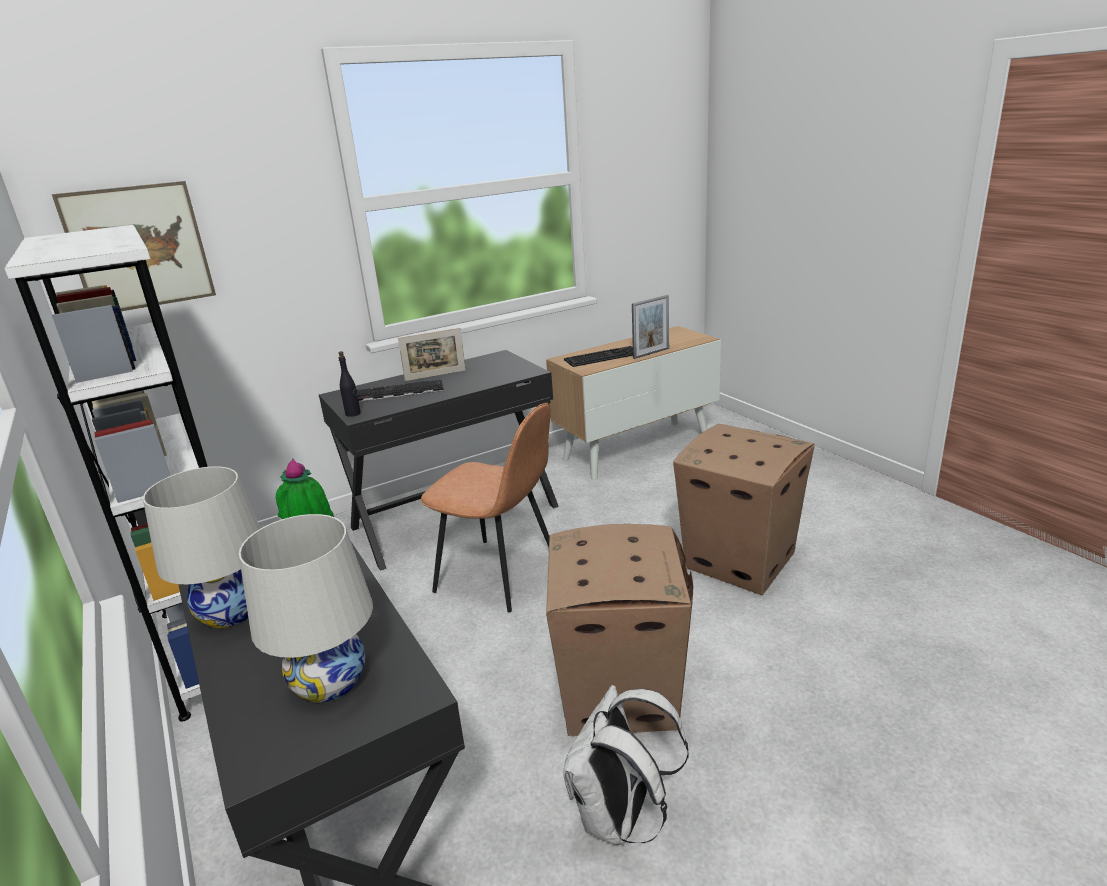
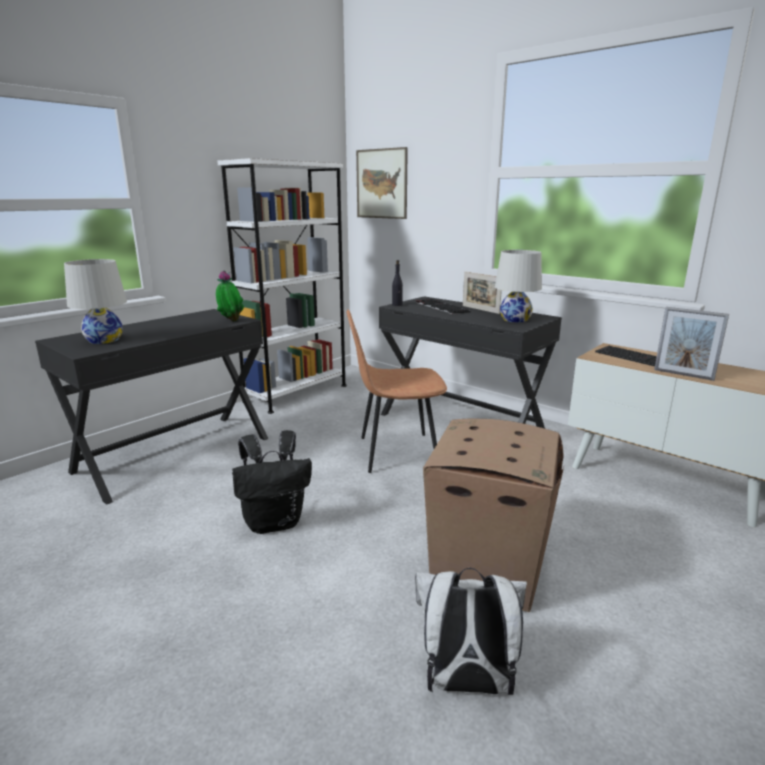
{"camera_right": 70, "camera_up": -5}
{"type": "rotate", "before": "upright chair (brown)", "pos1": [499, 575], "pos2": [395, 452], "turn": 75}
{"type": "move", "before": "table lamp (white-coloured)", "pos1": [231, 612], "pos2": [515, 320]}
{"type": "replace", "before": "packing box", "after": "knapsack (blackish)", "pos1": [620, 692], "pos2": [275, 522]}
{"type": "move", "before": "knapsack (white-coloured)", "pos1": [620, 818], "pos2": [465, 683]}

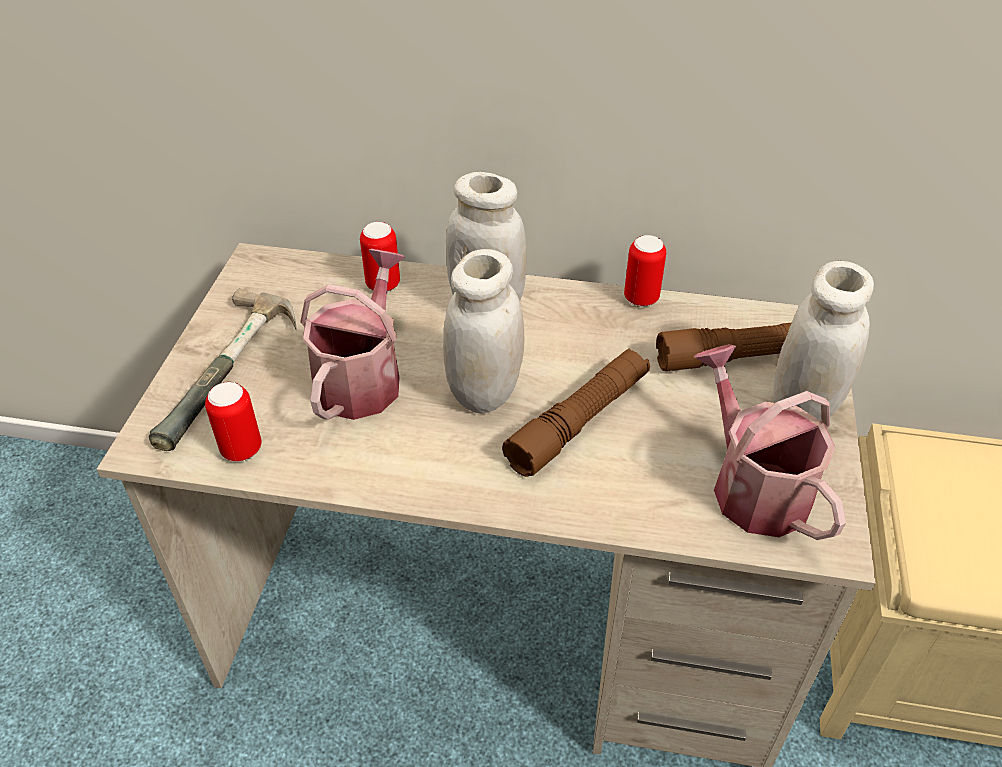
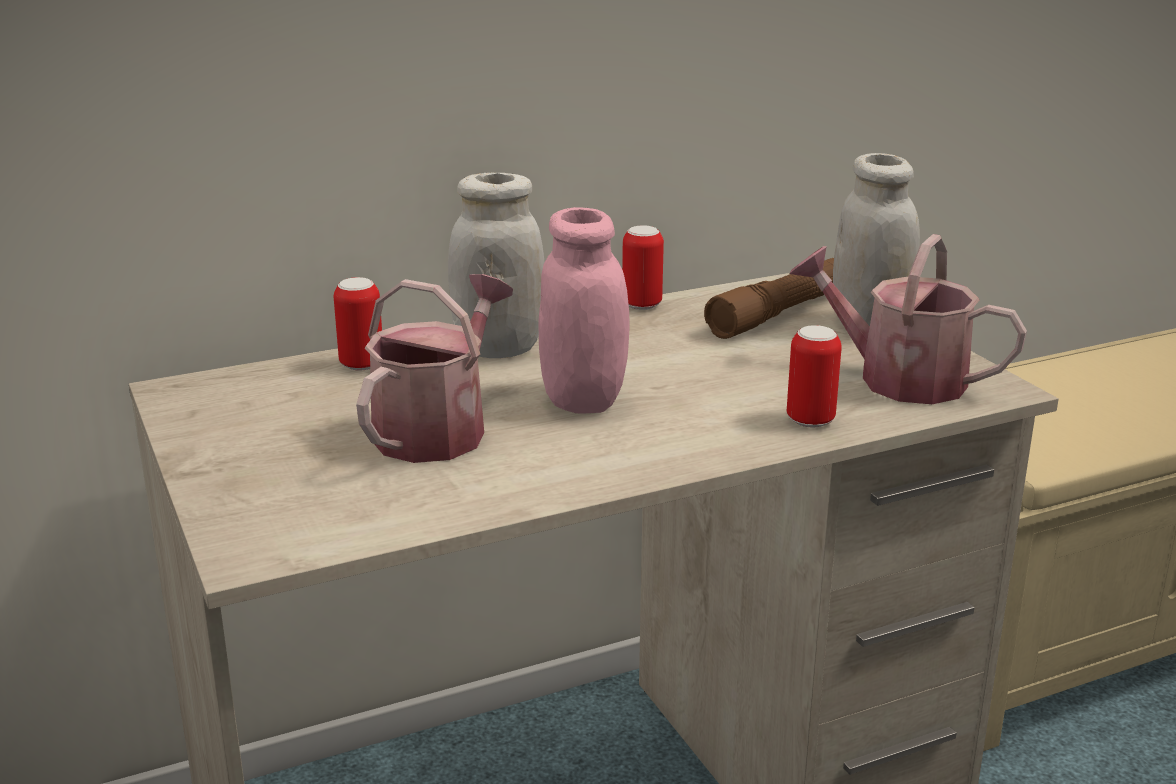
{"camera_right": -35, "camera_up": -20}
{"type": "rotate", "before": "sprinkling can", "pos1": [362, 377], "pos2": [438, 429], "turn": 45}
{"type": "recolor", "before": "preserve jar (white-coloured)", "after": "preserve jar (pink-coloured)", "pos1": [485, 392], "pos2": [583, 400]}
{"type": "delete", "before": "hand hammer", "pos1": [234, 373]}
{"type": "delete", "before": "flashlight (brown)", "pos1": [579, 421]}
{"type": "move", "before": "sealed can", "pos1": [241, 449], "pos2": [810, 420]}

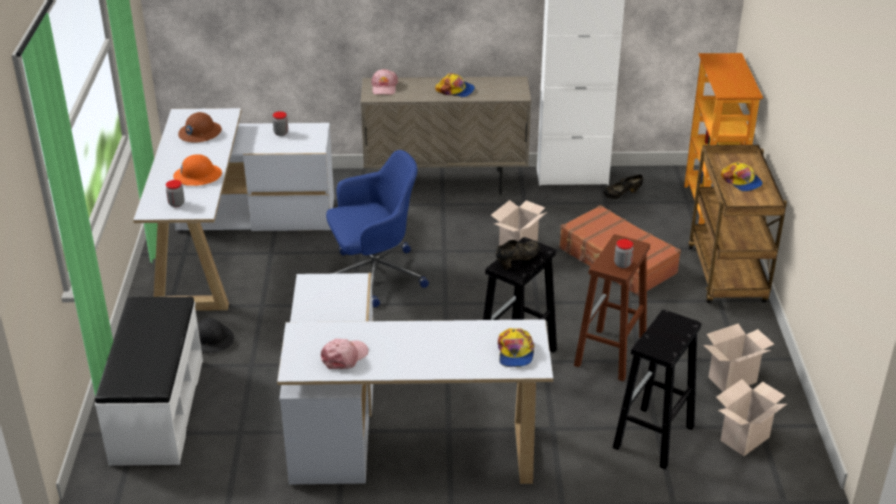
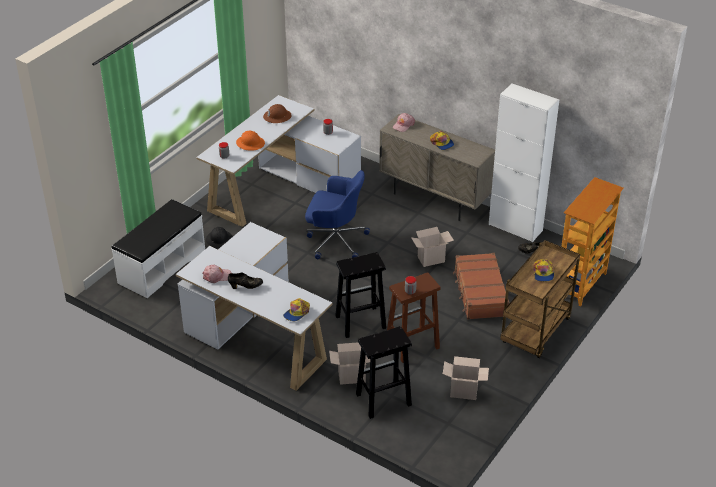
{"camera_right": 35, "camera_up": 5}
{"type": "move", "before": "low shoe (blackish)", "pos1": [518, 260], "pos2": [245, 286]}
{"type": "move", "before": "packing box", "pos1": [744, 437], "pos2": [352, 376]}

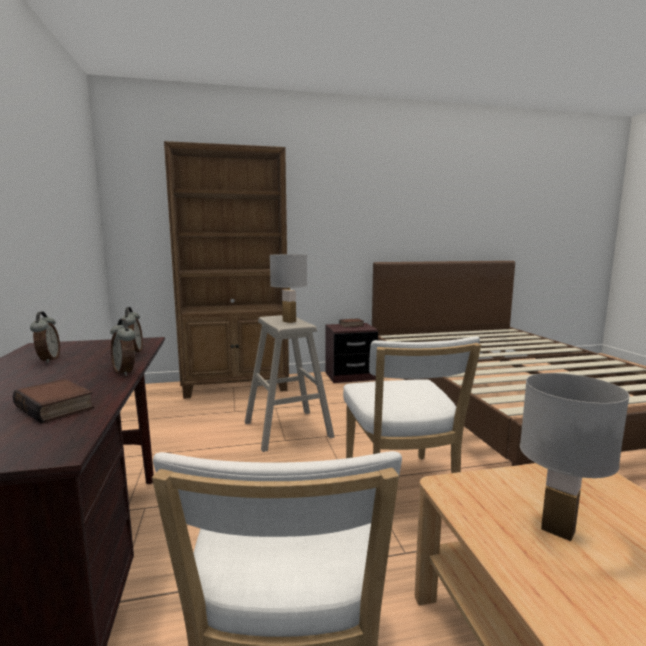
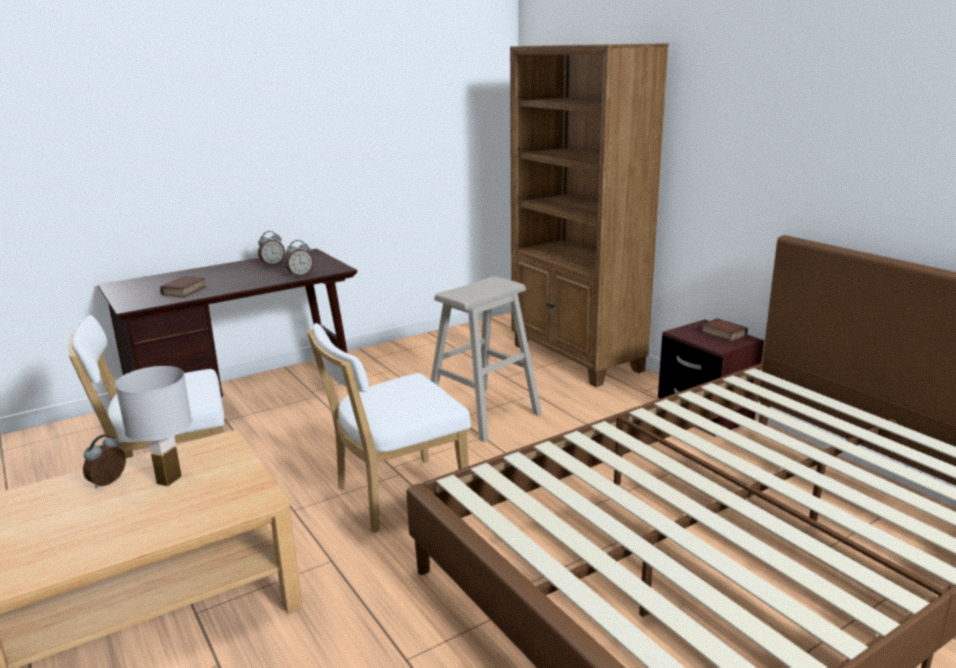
{"camera_right": 70, "camera_up": 10}
{"type": "delete", "before": "table lamp (white-coloured)", "pos1": [289, 321]}
{"type": "move", "before": "alarm clock", "pos1": [125, 372], "pos2": [109, 483]}

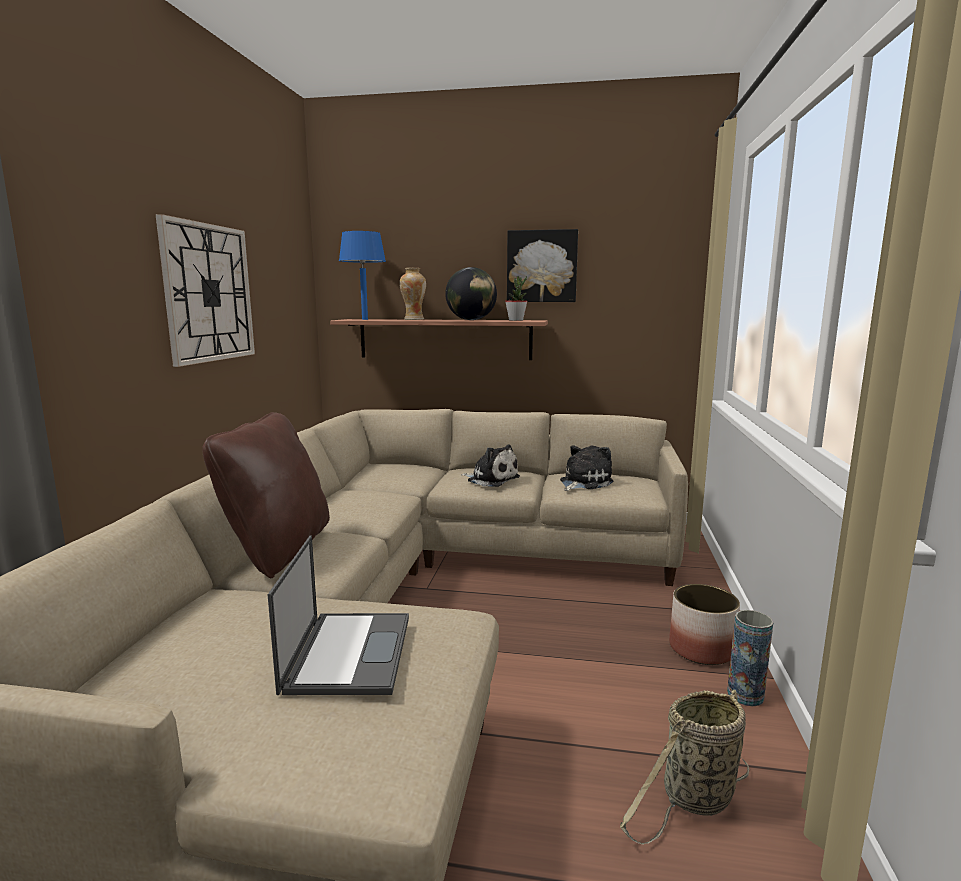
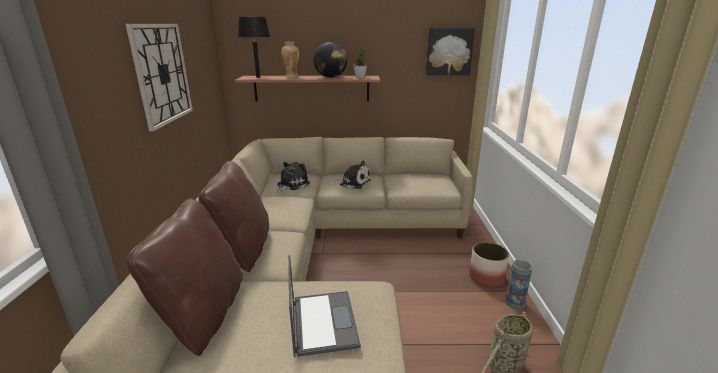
{"camera_right": -10, "camera_up": 10}
{"type": "move", "before": "wall picture", "pos1": [542, 266], "pos2": [449, 51]}
{"type": "recolor", "before": "table lamp (blue-coloured)", "after": "table lamp (blackish)", "pos1": [364, 319], "pos2": [258, 77]}
{"type": "move", "before": "cuddly toy", "pos1": [583, 482], "pos2": [291, 185]}
{"type": "insert", "after": "pillow (brown)", "pos2": [203, 314]}

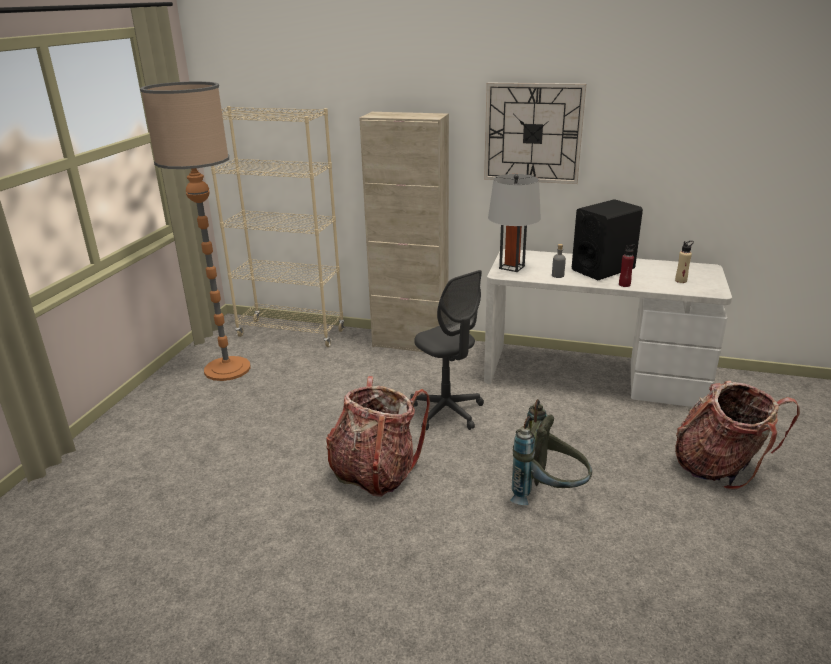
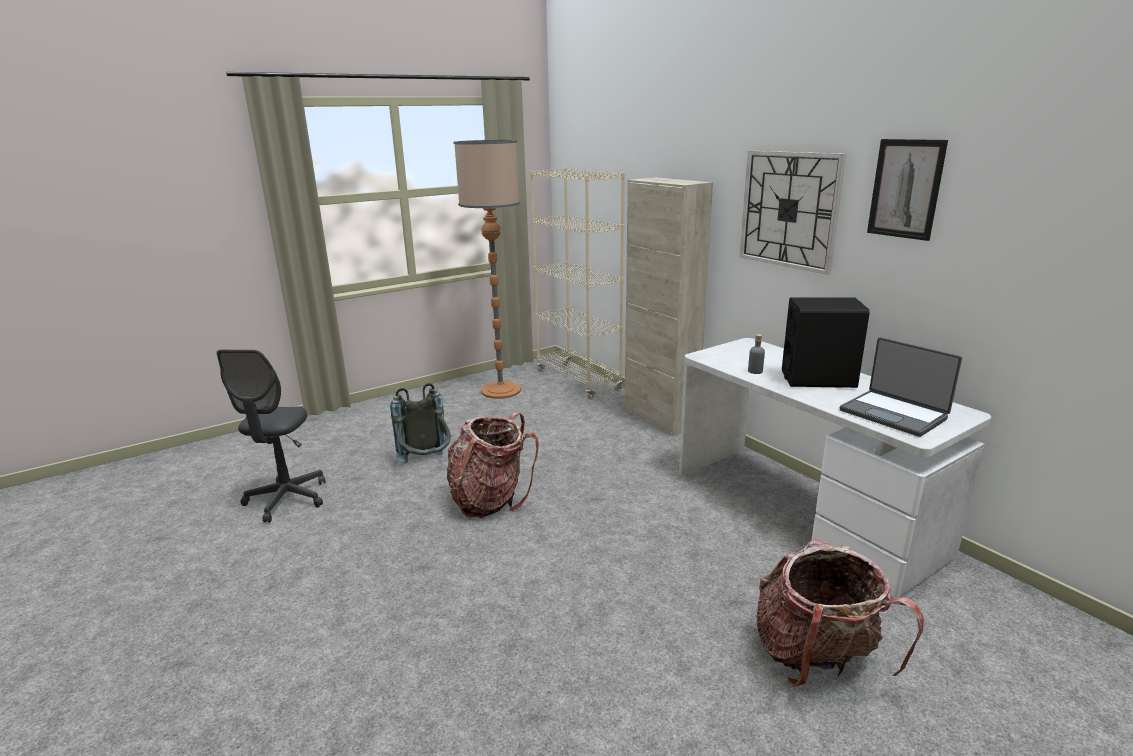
{"camera_right": 40, "camera_up": -5}
{"type": "delete", "before": "table lamp (grey)", "pos1": [512, 267]}
{"type": "replace", "before": "bottle (sand-coloured)", "after": "portable computer", "pos1": [681, 281], "pos2": [894, 414]}
{"type": "delete", "before": "bottle (red-coloured)", "pos1": [624, 284]}
{"type": "move", "before": "desk chair (grey)", "pos1": [447, 412], "pos2": [287, 499]}
{"type": "move", "before": "knapsack (grey)", "pos1": [548, 495], "pos2": [427, 465]}
{"type": "insert", "after": "wall picture", "pos2": [905, 189]}

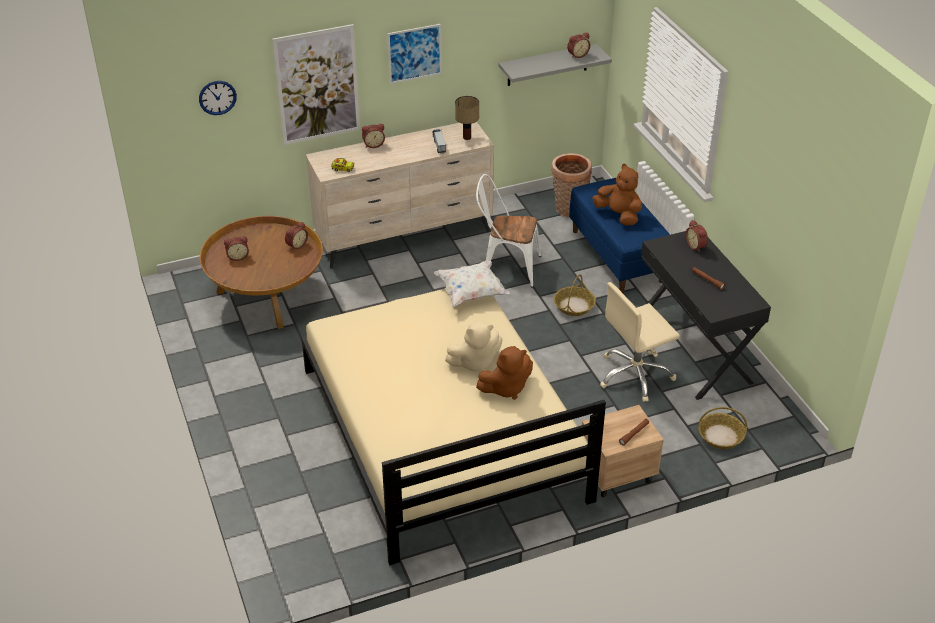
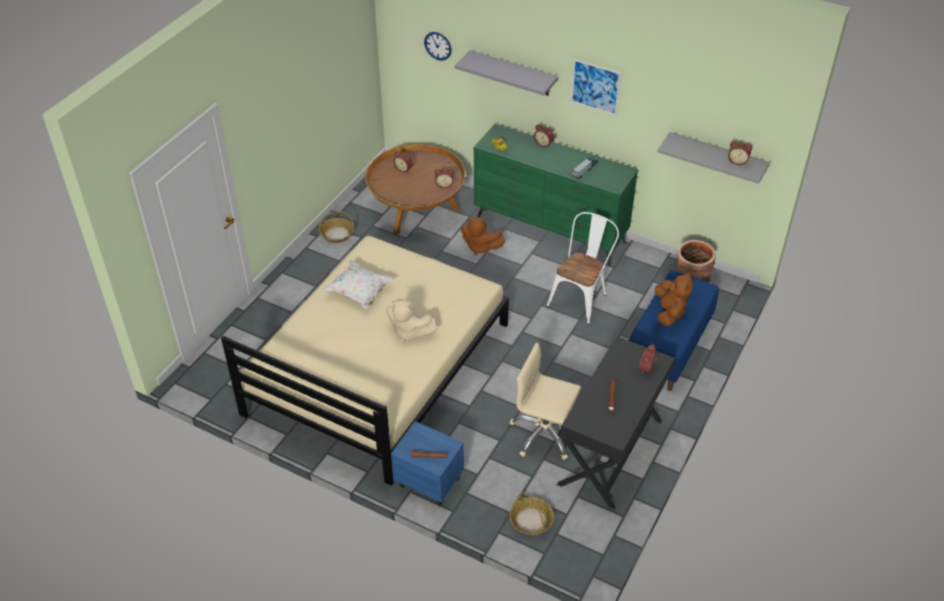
{"camera_right": 50, "camera_up": 5}
{"type": "replace", "before": "wall picture", "after": "bracket shelf (grey)", "pos1": [317, 85], "pos2": [513, 73]}
{"type": "delete", "before": "table lamp", "pos1": [467, 138]}
{"type": "recolor", "before": "chest of drawers (sand-coloured)", "after": "chest of drawers (green-coloured)", "pos1": [405, 237], "pos2": [550, 231]}
{"type": "rotate", "before": "upright chair (white-coloured)", "pos1": [506, 267], "pos2": [580, 298], "turn": 60}
{"type": "move", "before": "pillow (white-coloured)", "pos1": [471, 293], "pos2": [359, 292]}
{"type": "move", "before": "storage basket", "pos1": [574, 306], "pos2": [337, 234]}
{"type": "move", "before": "cuddly toy (brown)", "pos1": [506, 388], "pos2": [480, 247]}
{"type": "recolor", "before": "night table (sand-coloured)", "after": "night table (blue-coloured)", "pos1": [616, 475], "pos2": [428, 482]}

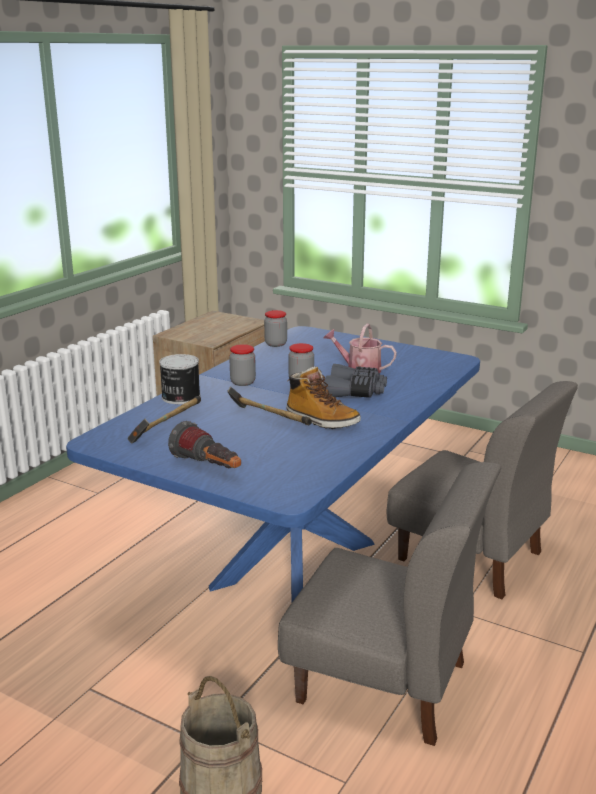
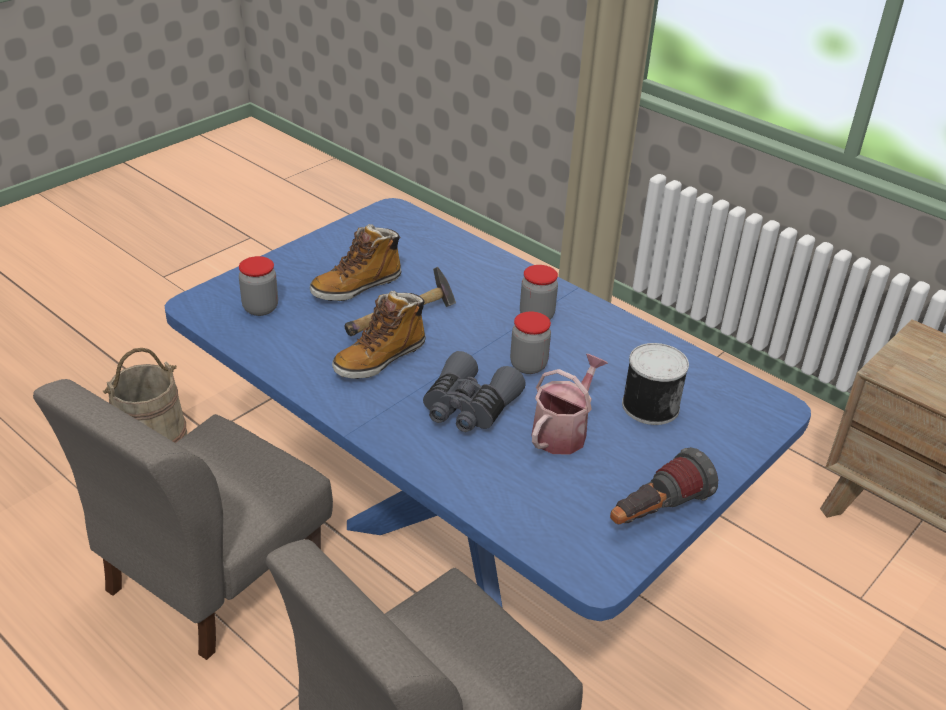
{"camera_right": 100, "camera_up": 15}
{"type": "move", "before": "preserve jar", "pos1": [275, 344], "pos2": [260, 308]}
{"type": "move", "before": "sealed can", "pos1": [180, 397], "pos2": [649, 405]}
{"type": "delete", "before": "hand hammer", "pos1": [166, 428]}
{"type": "move", "before": "flashlight", "pos1": [209, 468], "pos2": [655, 513]}
{"type": "insert", "after": "tall boot", "pos2": [357, 287]}

